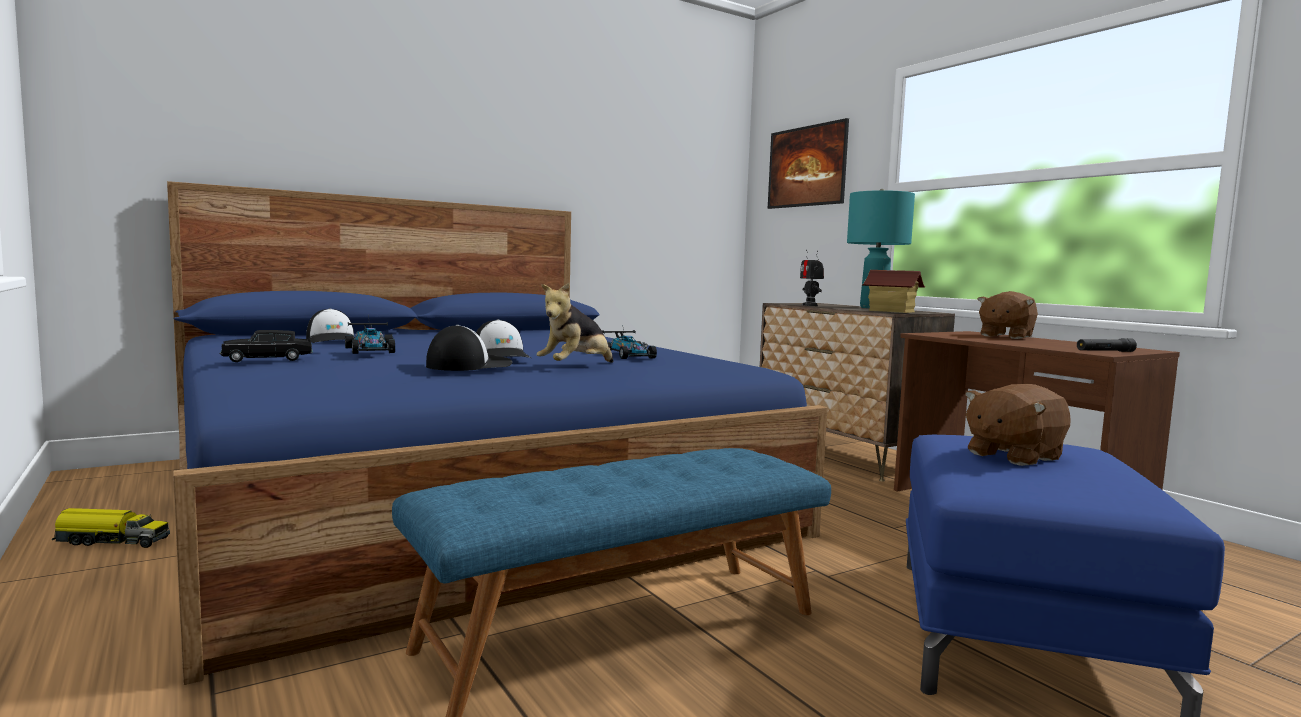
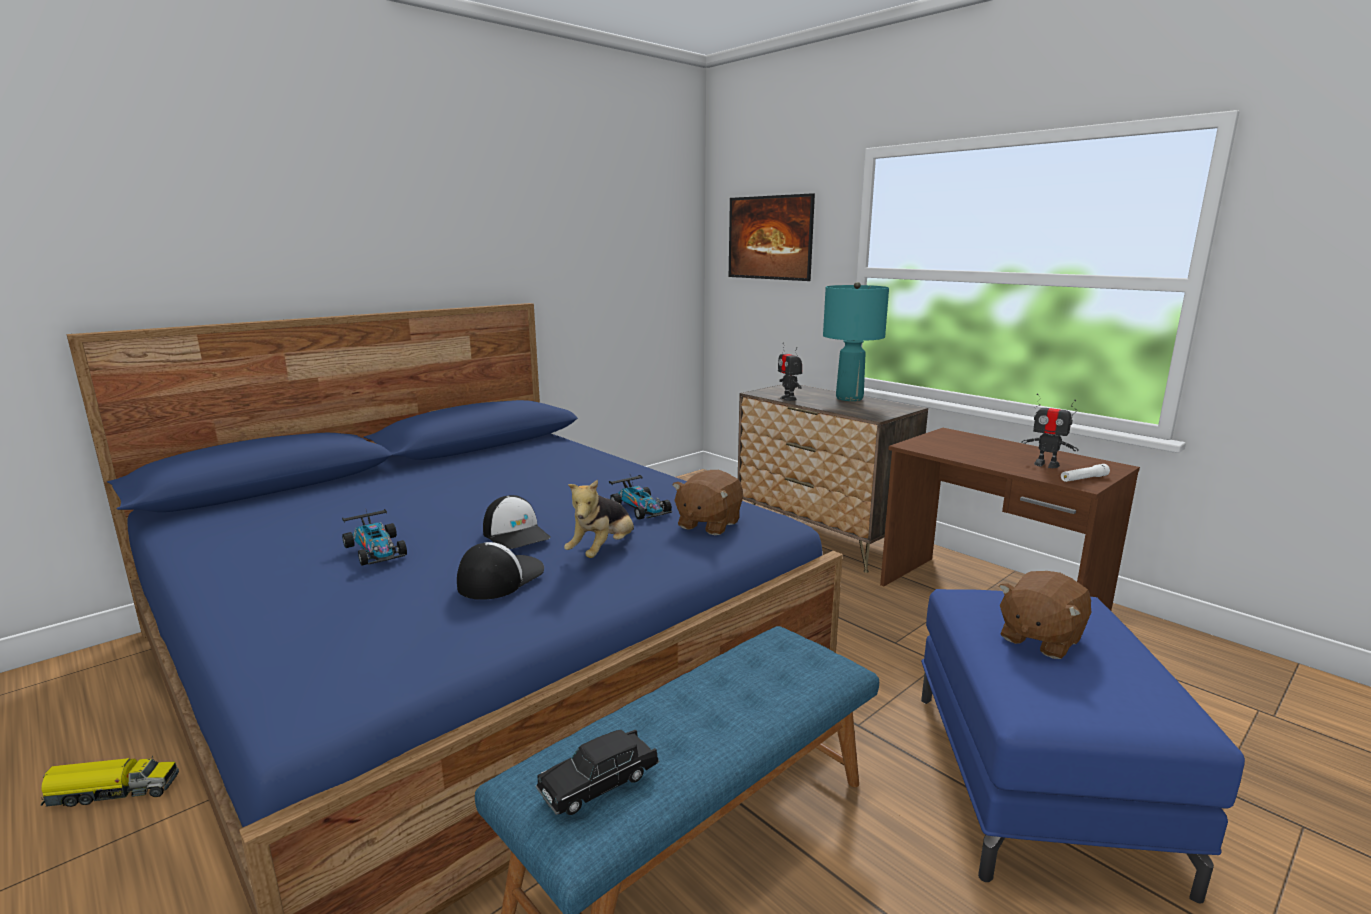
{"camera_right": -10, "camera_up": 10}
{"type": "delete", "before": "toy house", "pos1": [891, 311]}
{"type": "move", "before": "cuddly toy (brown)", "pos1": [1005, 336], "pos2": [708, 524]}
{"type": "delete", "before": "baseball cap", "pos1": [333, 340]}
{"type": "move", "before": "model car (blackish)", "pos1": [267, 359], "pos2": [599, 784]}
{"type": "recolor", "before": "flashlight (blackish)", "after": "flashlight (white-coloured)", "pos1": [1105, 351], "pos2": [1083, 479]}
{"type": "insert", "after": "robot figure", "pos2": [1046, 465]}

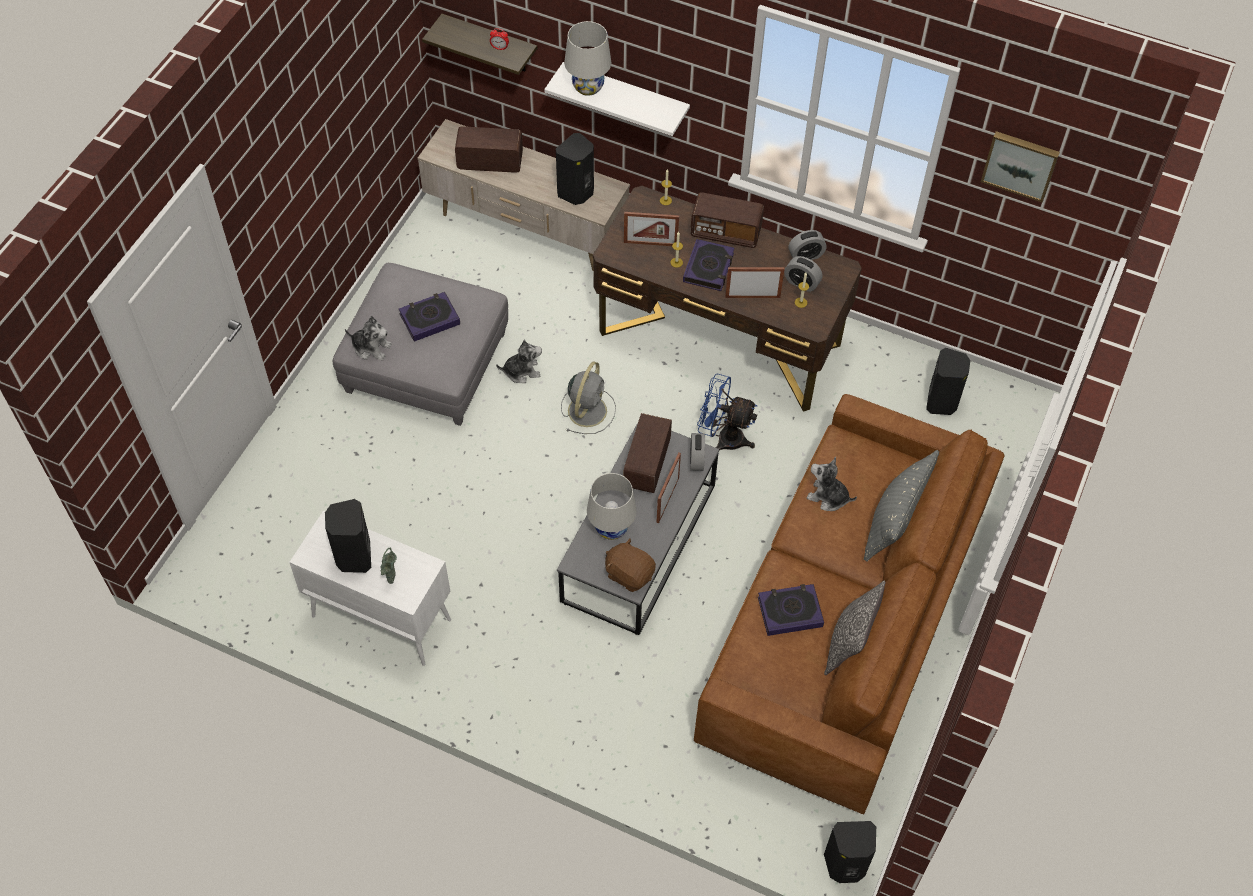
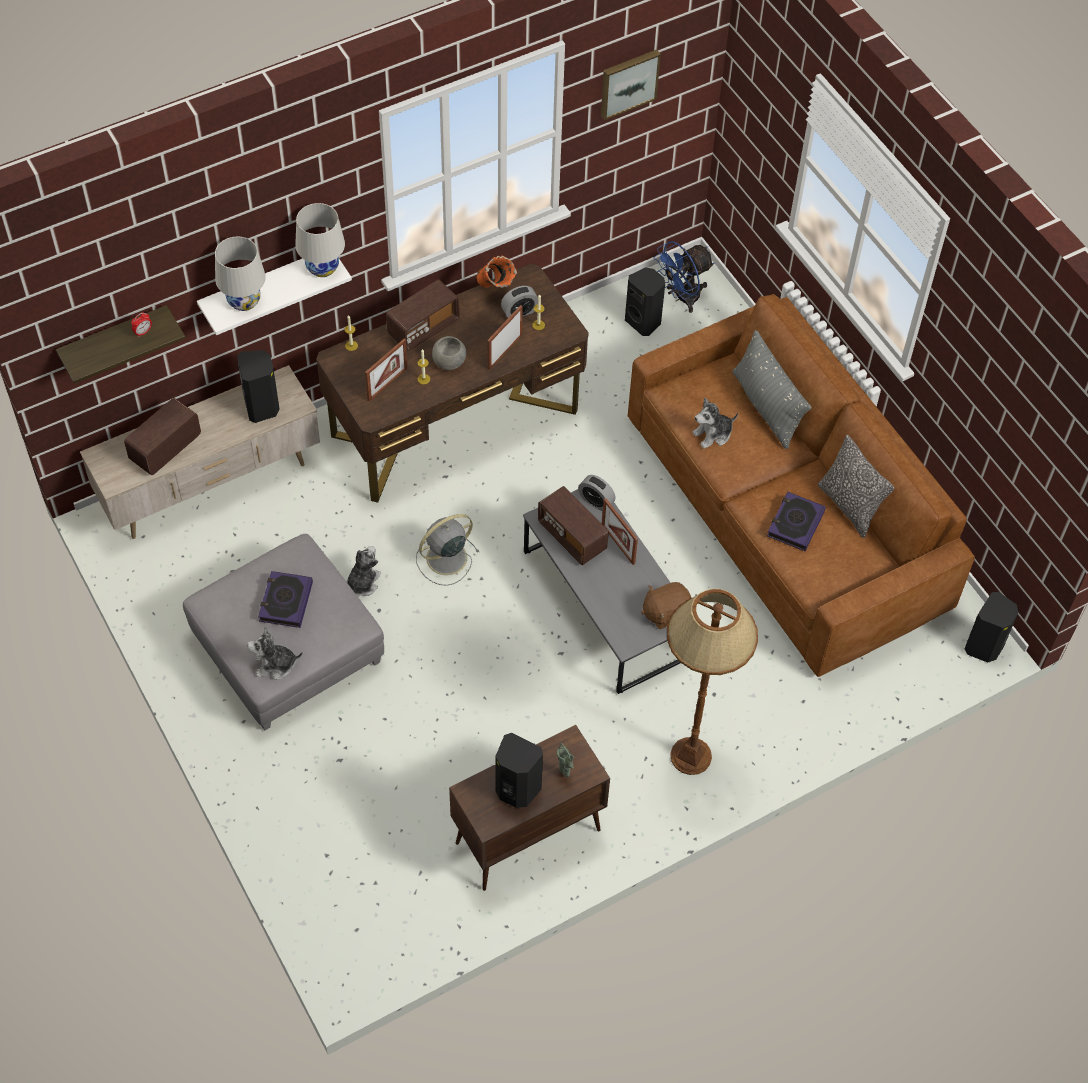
{"camera_right": -55, "camera_up": 0}
{"type": "replace", "before": "alarm clock", "after": "flower vase (orangey)", "pos1": [805, 256], "pos2": [495, 292]}
{"type": "replace", "before": "bound book", "after": "deep dish (grey)", "pos1": [708, 268], "pos2": [449, 361]}
{"type": "rotate", "before": "cuddly toy", "pos1": [371, 347], "pos2": [275, 665], "turn": -150}
{"type": "rotate", "before": "fan (grey)", "pos1": [588, 409], "pos2": [445, 559], "turn": -90}
{"type": "move", "before": "fan (blue-coloured)", "pos1": [723, 437], "pos2": [682, 298]}
{"type": "move", "before": "table lamp (white-coloured)", "pos1": [611, 528], "pos2": [322, 267]}
{"type": "recolor", "before": "storage cabinet (white-coloured)", "after": "storage cabinet (brown)", "pos1": [380, 618], "pos2": [527, 837]}
{"type": "insert", "after": "standing lamp (brown)", "pos2": [690, 756]}

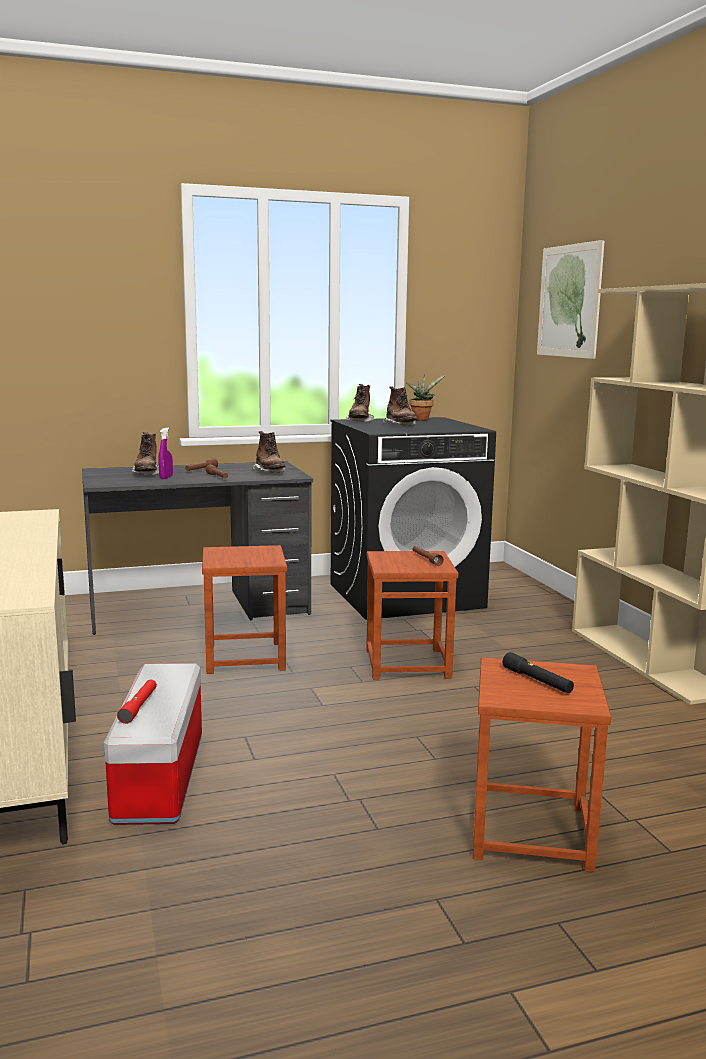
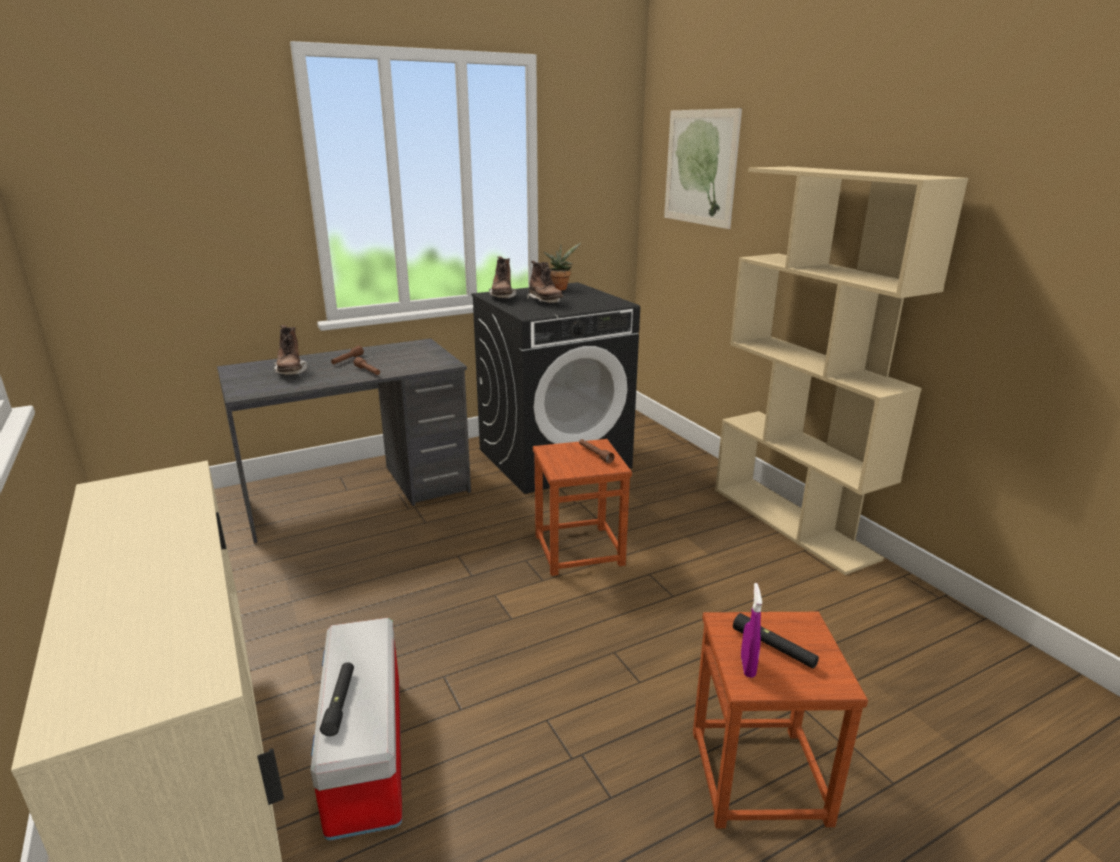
{"camera_right": -10, "camera_up": 10}
{"type": "move", "before": "spray bottle (purple-coloured)", "pos1": [166, 478], "pos2": [747, 666]}
{"type": "delete", "before": "tall boot (brown)", "pos1": [270, 472]}
{"type": "delete", "before": "sitting stool (brown)", "pos1": [245, 658]}
{"type": "recolor", "before": "flashlight (red-coloured)", "after": "flashlight (blackish)", "pos1": [139, 706], "pos2": [340, 703]}

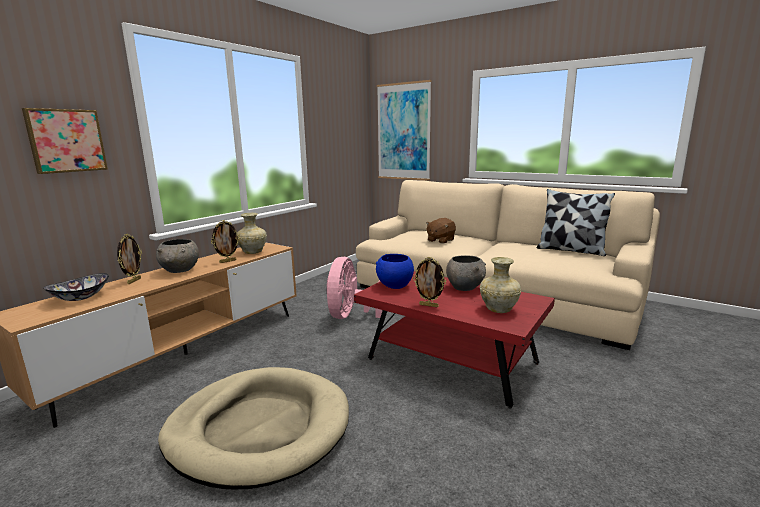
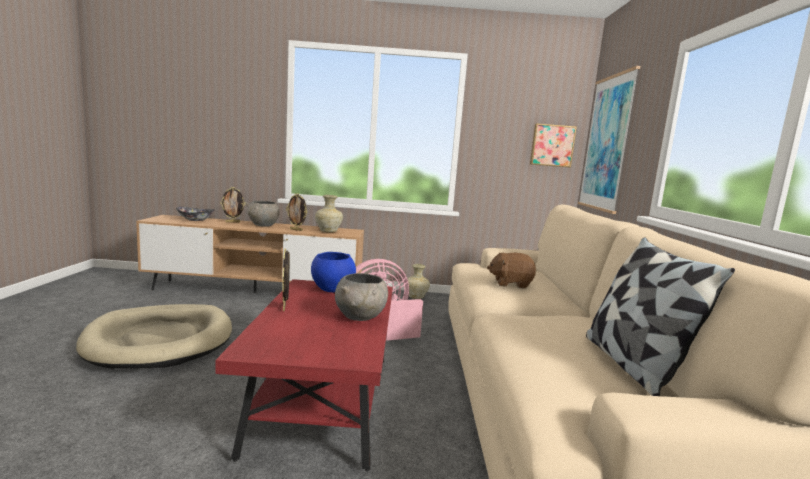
{"camera_right": 55, "camera_up": -5}
{"type": "move", "before": "wall picture", "pos1": [66, 141], "pos2": [552, 145]}
{"type": "move", "before": "flower vase (sand-coloured)", "pos1": [499, 309], "pos2": [416, 297]}

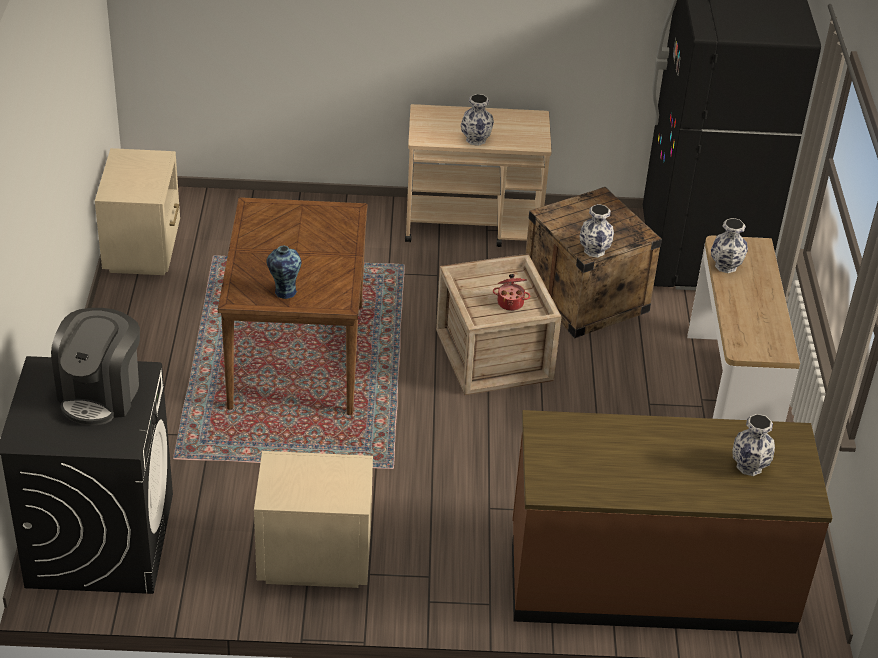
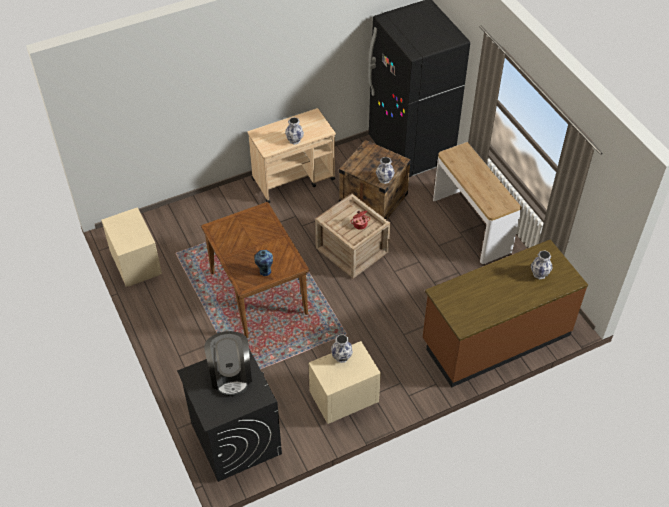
{"camera_right": -25, "camera_up": 10}
{"type": "move", "before": "flower vase", "pos1": [725, 265], "pos2": [341, 357]}

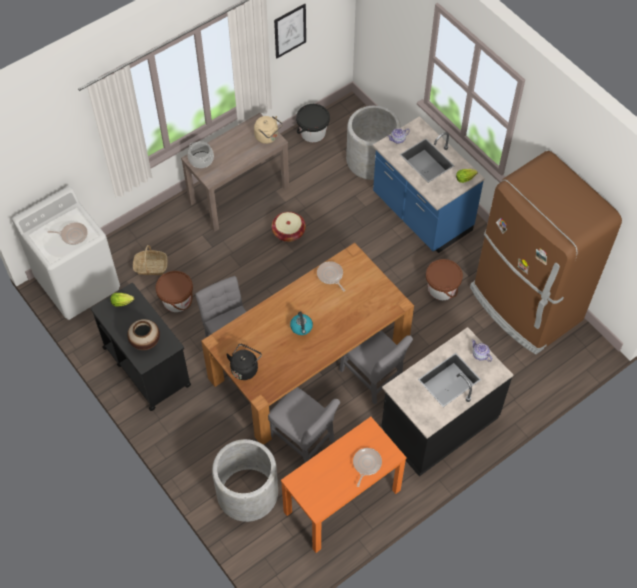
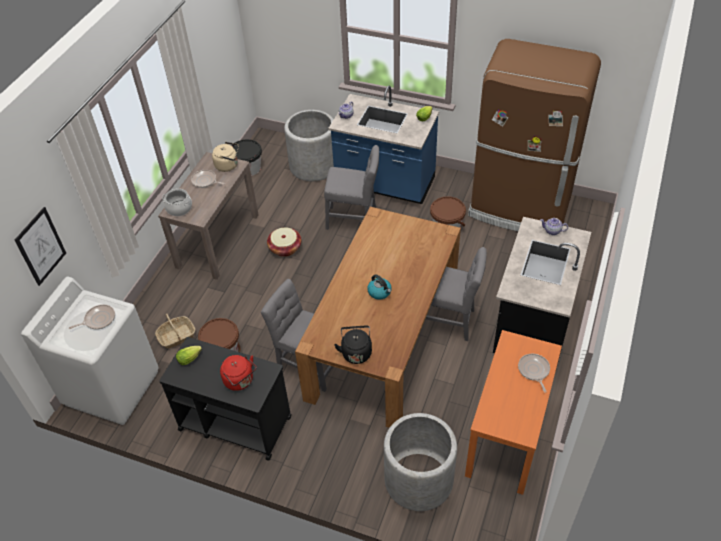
{"camera_right": -30, "camera_up": -10}
{"type": "move", "before": "wall picture", "pos1": [290, 31], "pos2": [40, 246]}
{"type": "move", "before": "frying pan", "pos1": [330, 275], "pos2": [205, 181]}
{"type": "replace", "before": "flower vase", "after": "tea kettle (red-coloured)", "pos1": [145, 342], "pos2": [240, 381]}
{"type": "move", "before": "upright chair (grey)", "pos1": [303, 441], "pos2": [354, 219]}

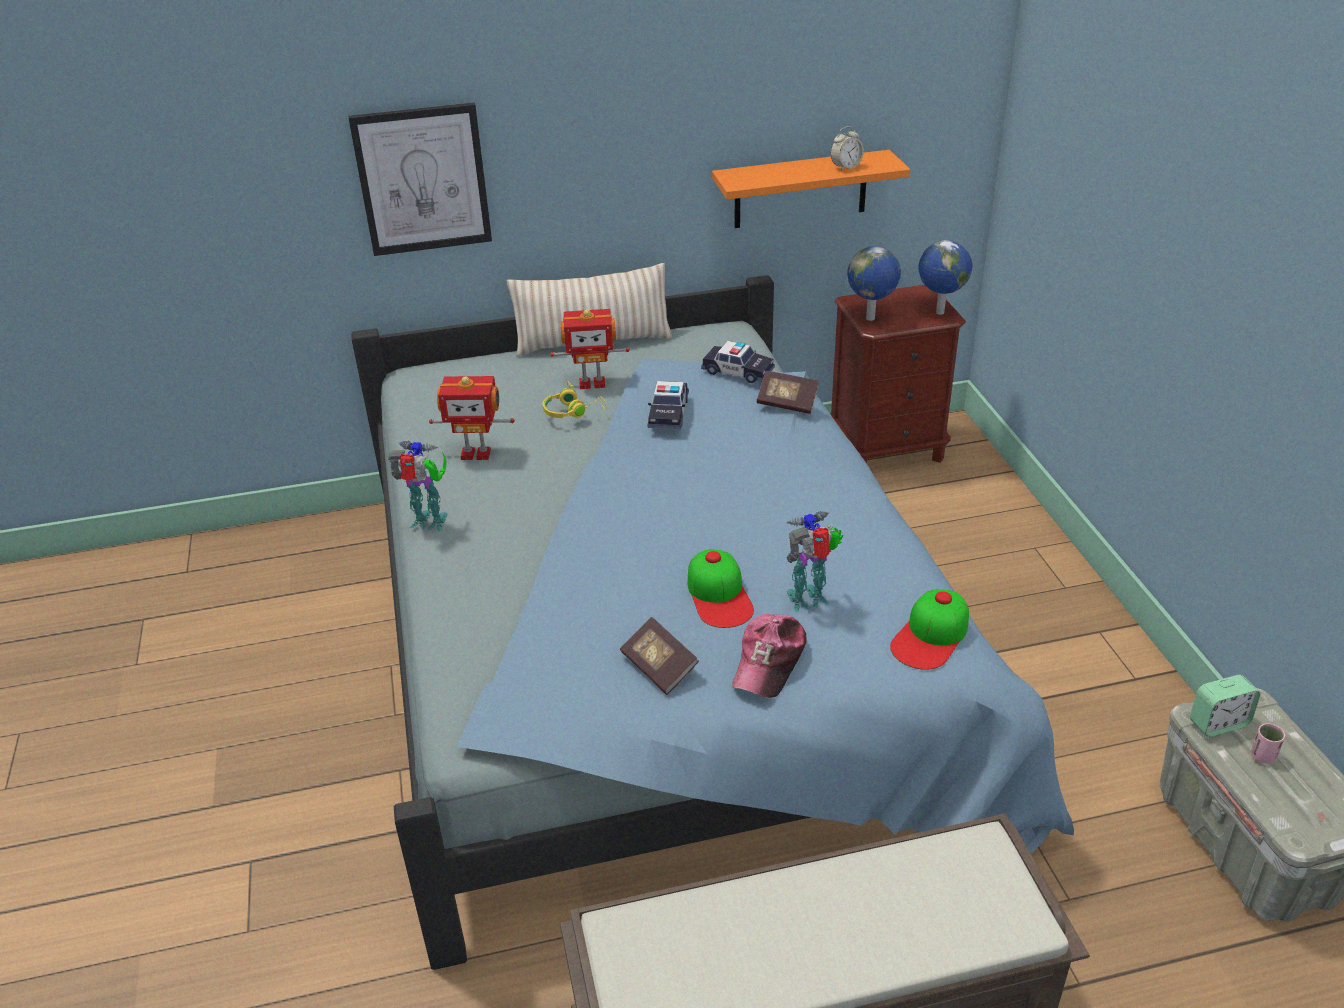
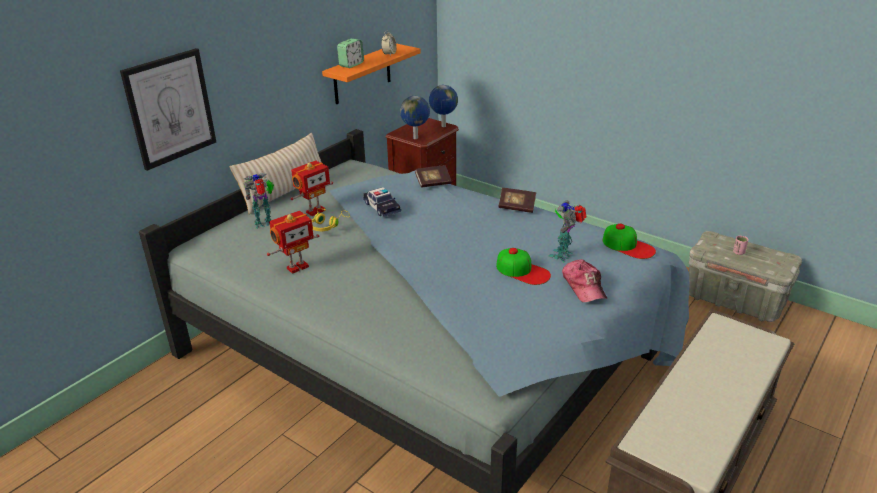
{"camera_right": -40, "camera_up": -5}
{"type": "delete", "before": "model car", "pos1": [737, 371]}
{"type": "move", "before": "robot figure", "pos1": [430, 524], "pos2": [265, 223]}
{"type": "rotate", "before": "baseball cap", "pos1": [931, 636], "pos2": [628, 246], "turn": -45}
{"type": "move", "before": "bound book", "pos1": [659, 667], "pos2": [516, 207]}
{"type": "move", "before": "alarm clock", "pos1": [1218, 723], "pos2": [351, 65]}

